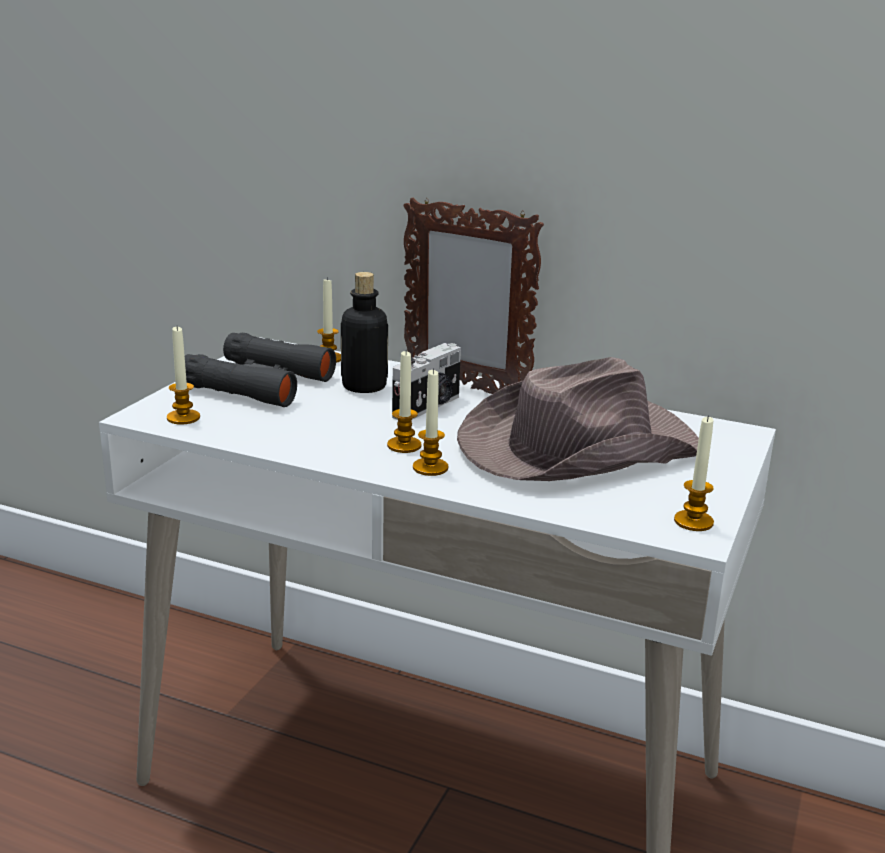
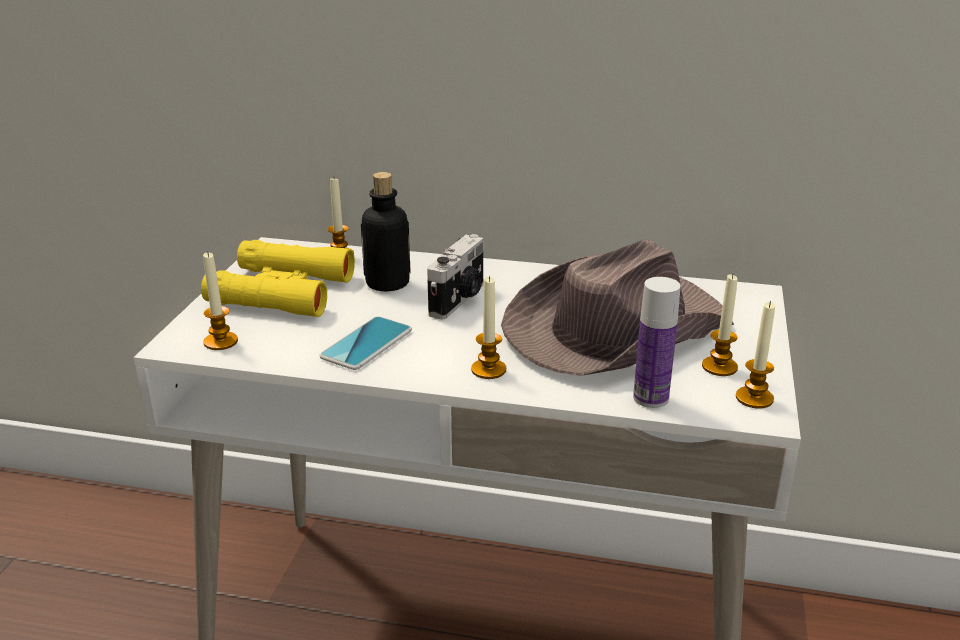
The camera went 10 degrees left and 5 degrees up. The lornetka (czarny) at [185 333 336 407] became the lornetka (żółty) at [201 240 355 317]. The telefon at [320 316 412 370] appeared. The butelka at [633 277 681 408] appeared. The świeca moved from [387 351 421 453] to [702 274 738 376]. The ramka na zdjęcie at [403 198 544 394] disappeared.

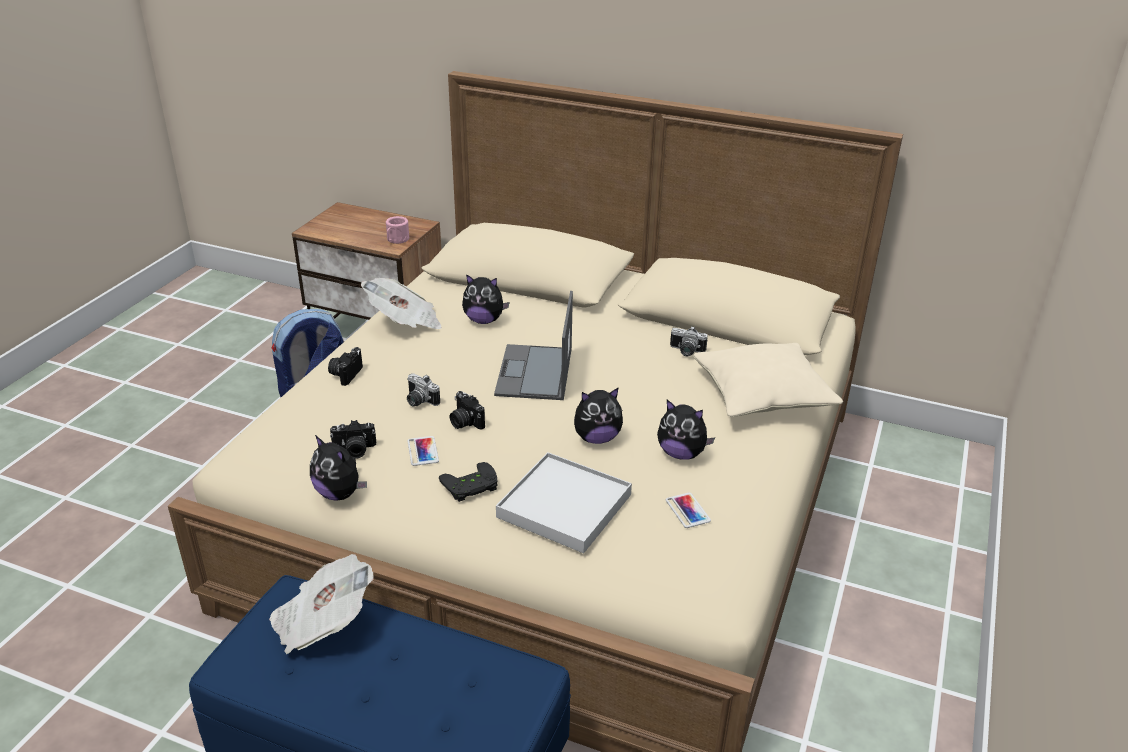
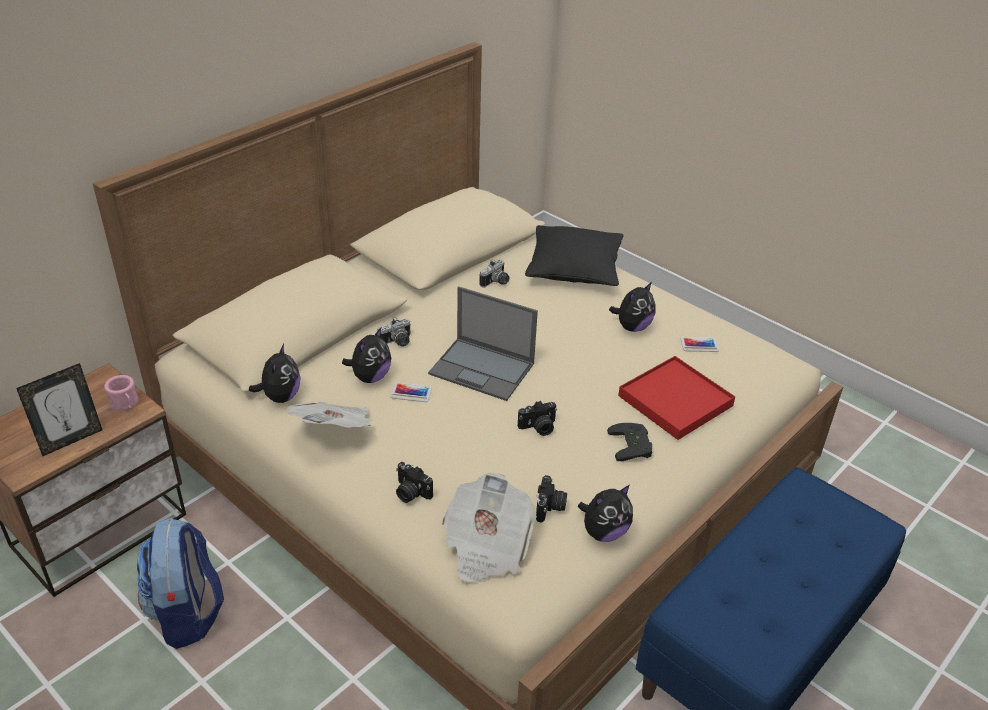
The camera went 70 degrees left and 5 degrees up. The ramka na zdjęcie at [16 363 102 456] appeared. The pluszak moved from [574 388 623 444] to [249 344 300 403]. The aparat fotograficzny moved from [407 373 440 406] to [377 317 410 347]. The telefon moved from [407 436 439 466] to [391 382 432 402]. The gazeta moved from [269 554 374 654] to [442 473 537 582]. The poduszka (beżowy) at [693 343 843 417] became the poduszka (czarny) at [525 225 624 286]. The taca (biały) at [496 452 632 553] became the taca (czerwony) at [618 356 735 440].

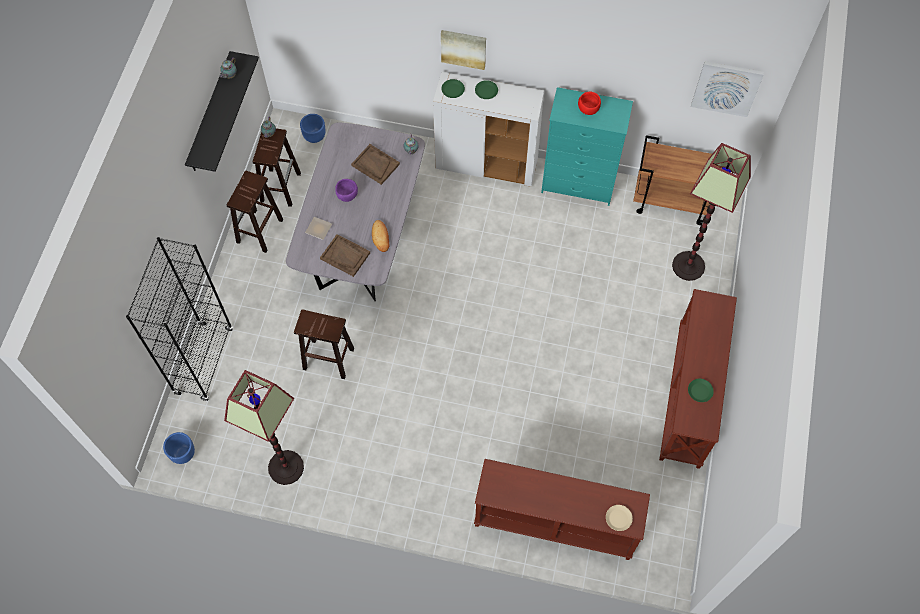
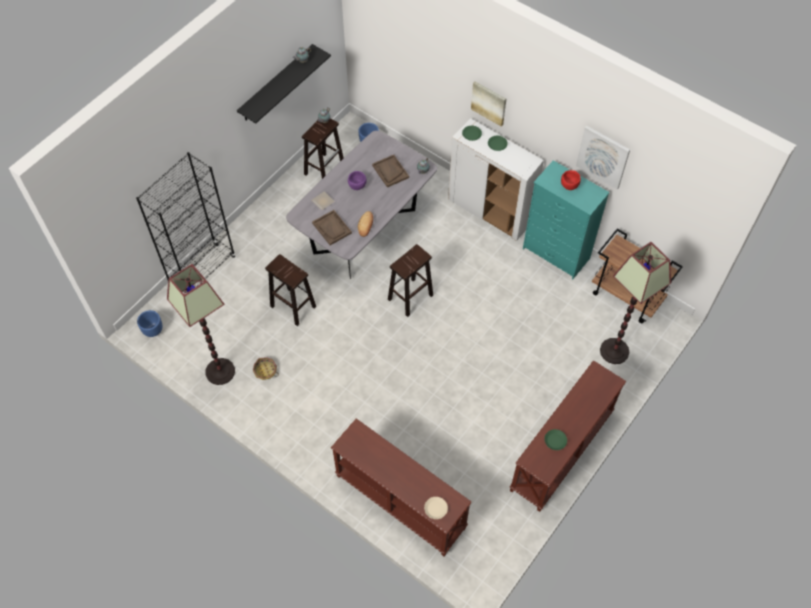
The camera went 25 degrees right and 5 degrees down. The koszyk at [253 357 279 380] appeared. The stołek (brązowy) moved from [227 171 283 253] to [388 244 433 317]. The obraz moved from [691 61 764 117] to [576 126 630 189].

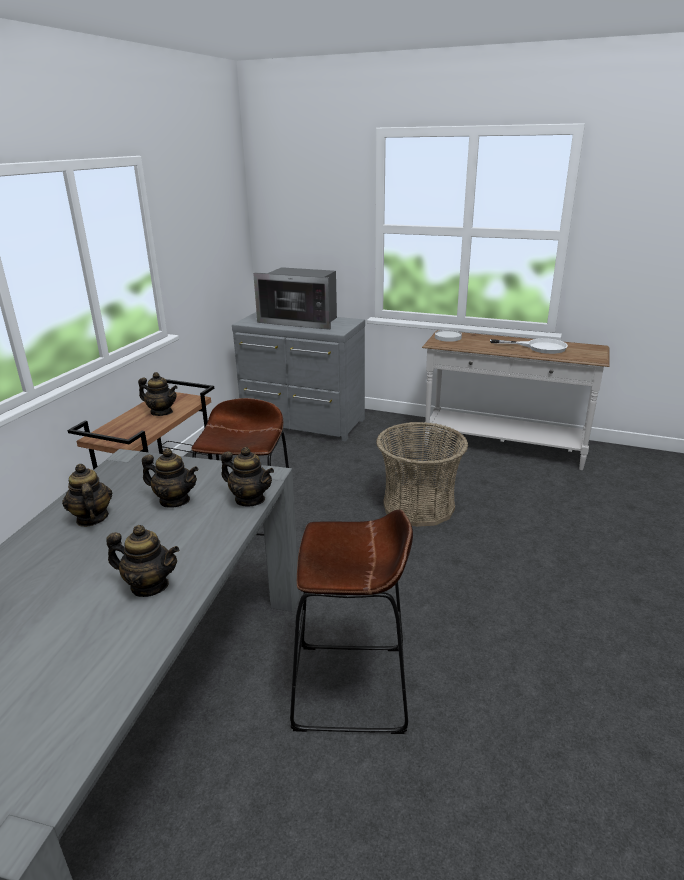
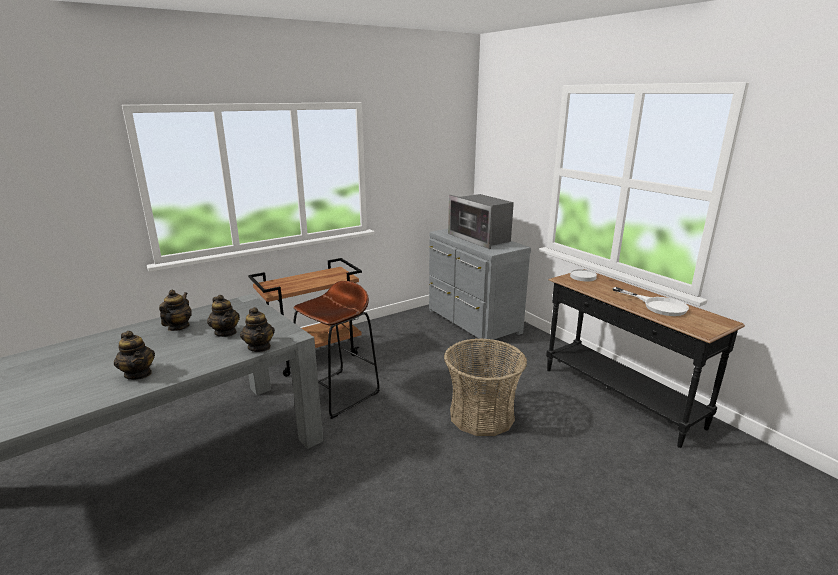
The camera went 35 degrees right and 5 degrees down. The stolik konsolowy (biały) at [422 330 609 470] became the stolik konsolowy (czarny) at [546 269 745 448]. The imbryk at [138 372 178 416] disappeared. The stołek (brązowy) at [290 509 413 734] disappeared.

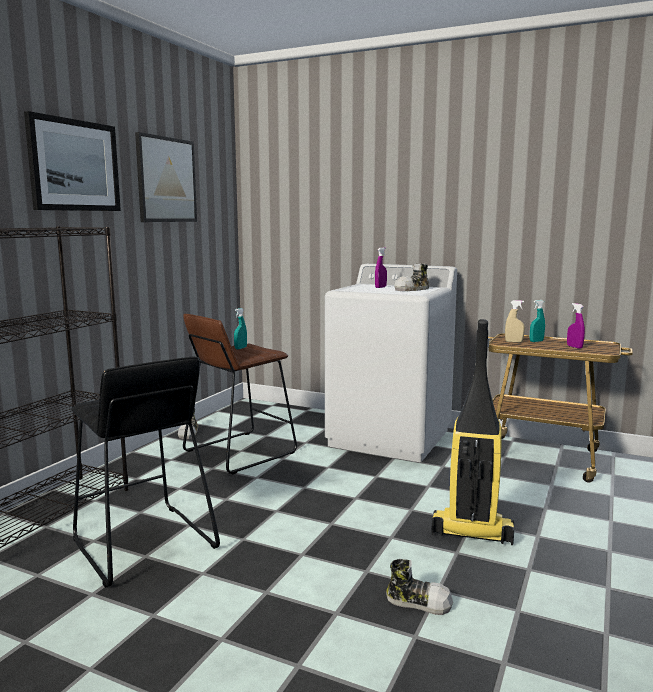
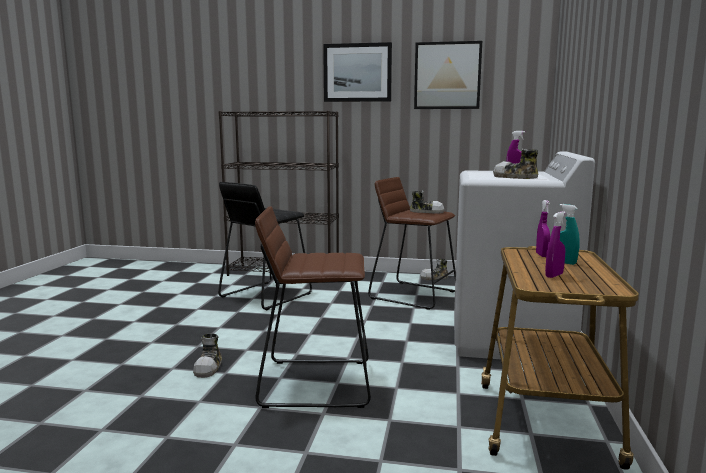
The camera went 75 degrees right and 0 degrees up. The odkurzacz at [431 319 514 545] was replaced by the stołek (brązowy) at [255 206 371 408]. The spryskiwacz (turkusowy) at [234 308 247 349] was replaced by the but at [410 191 444 214]. The spryskiwacz (beżowy) at [505 300 525 343] became the spryskiwacz (fioletowy) at [536 200 550 257].

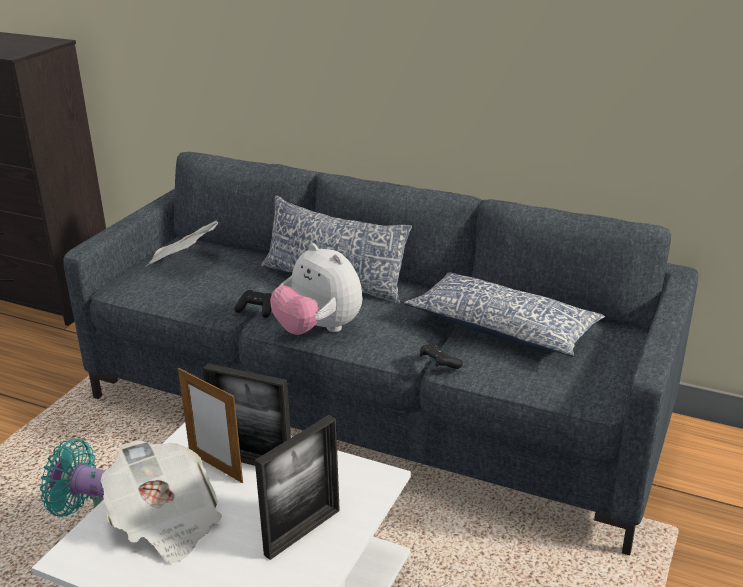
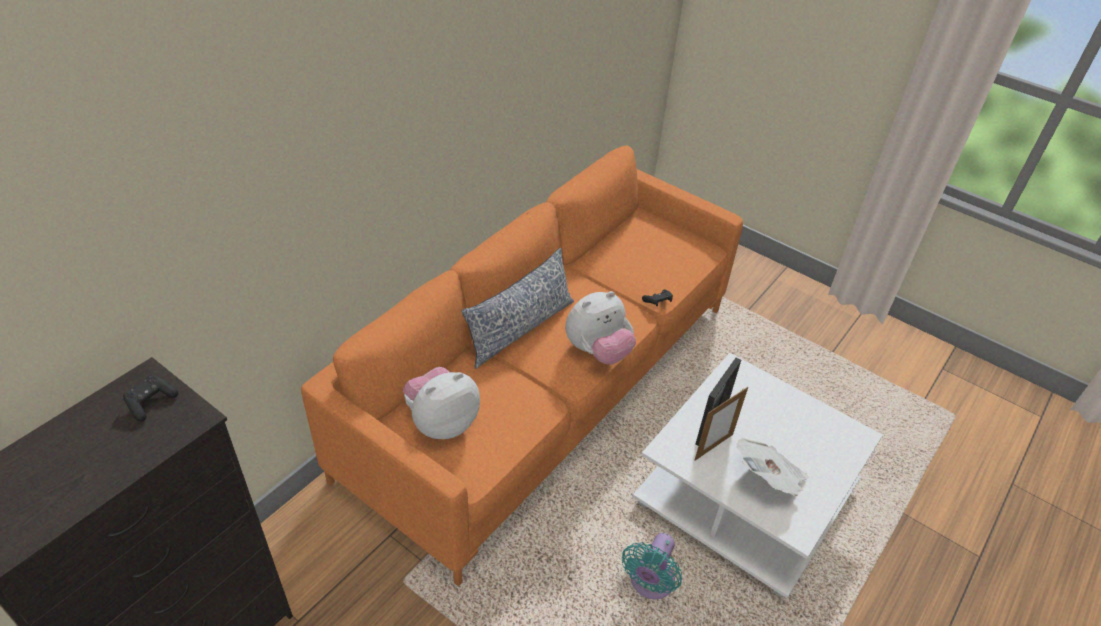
The camera went 80 degrees left and 15 degrees up. The pad do gier (czarny) moved from [234 290 272 318] to [123 375 178 422]. The kanapa (szary) at [63 152 698 555] became the kanapa (pomarańczowy) at [301 145 743 586]. The gazeta at [146 220 218 266] was replaced by the pluszak at [403 367 480 439]. The ramka na zdjęcie at [255 415 340 560] disappeared. The poduszka at [404 272 605 357] disappeared.

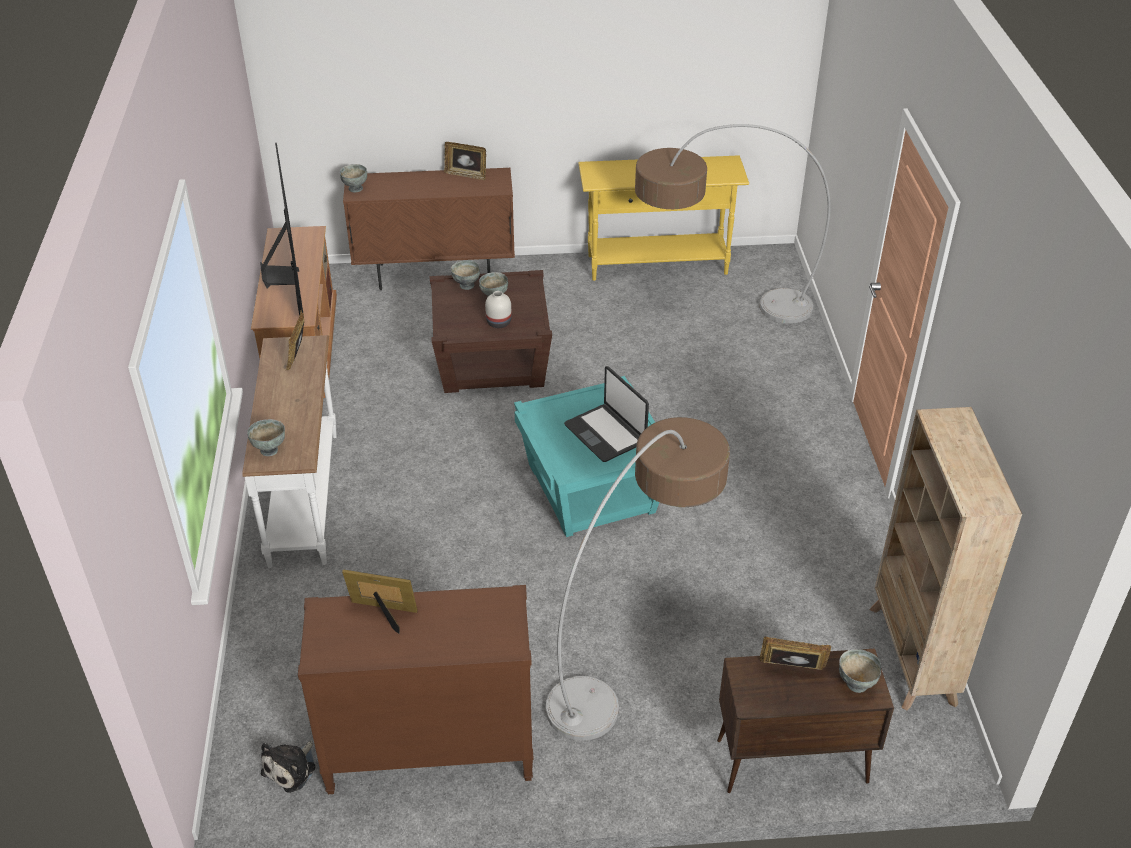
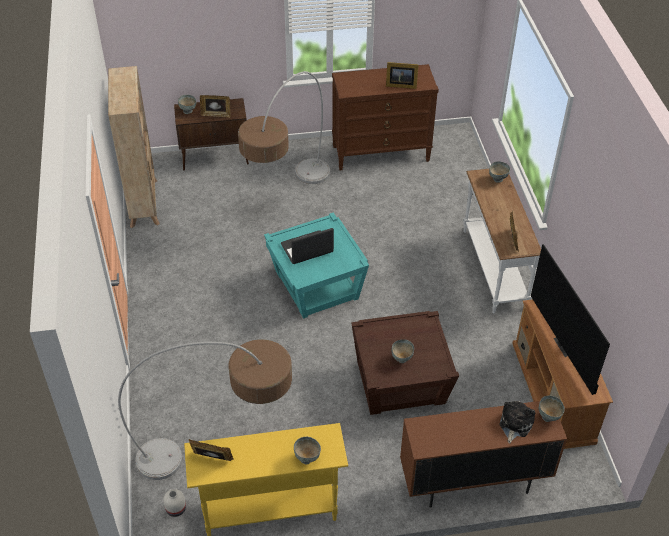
The camera went 175 degrees right and 5 degrees up. The wazon (biały) moved from [485 291 512 328] to [163 489 186 517]. The ramka na zdjęcie moved from [444 142 486 180] to [189 439 234 461]. The laptop at [564 366 649 462] turned 75 degrees counterclockwise. The miska (szary) moved from [451 260 480 290] to [294 437 321 464]. The pluszak moved from [261 740 316 793] to [500 401 535 443].

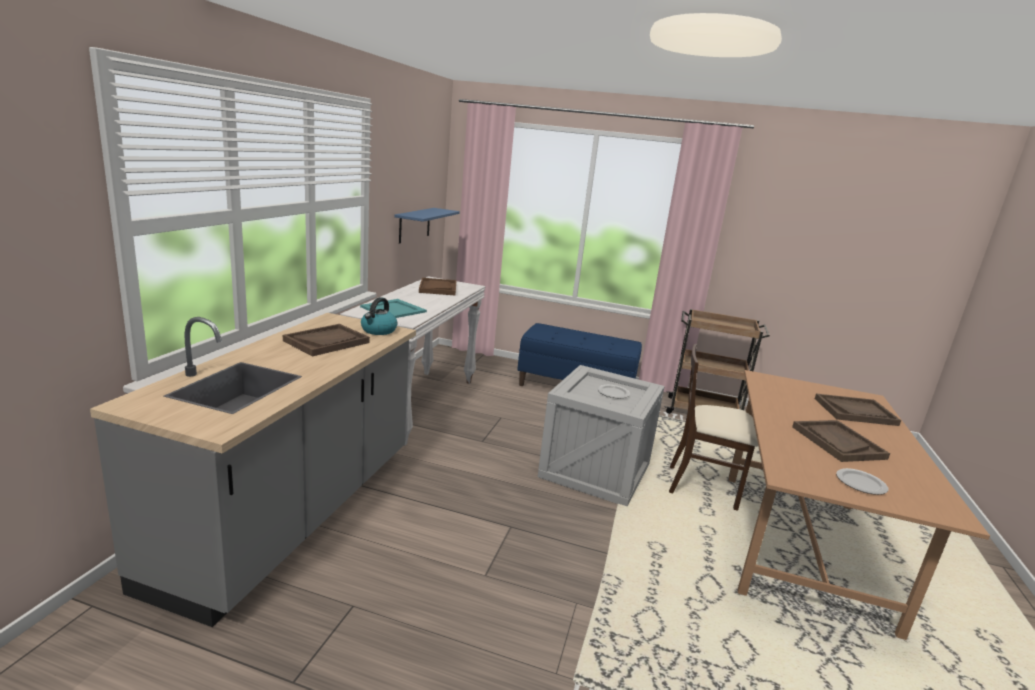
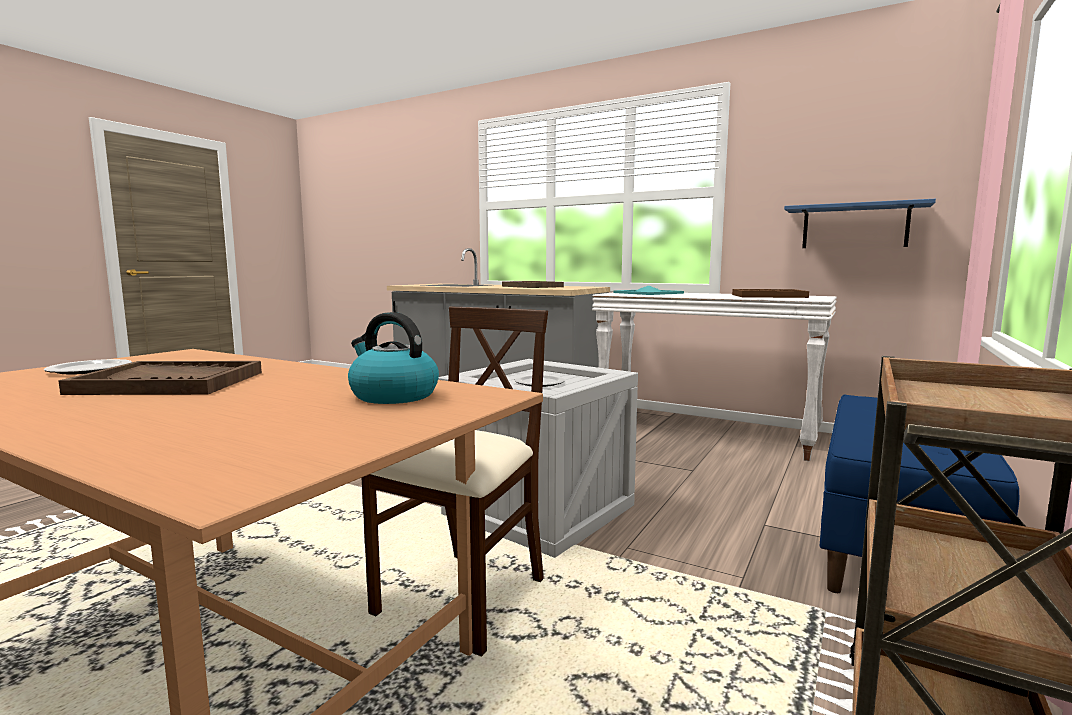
The camera went 105 degrees right and 10 degrees down. The czajnik moved from [361 297 397 335] to [348 312 439 404]. The taca (brązowy) at [815 394 901 426] disappeared.

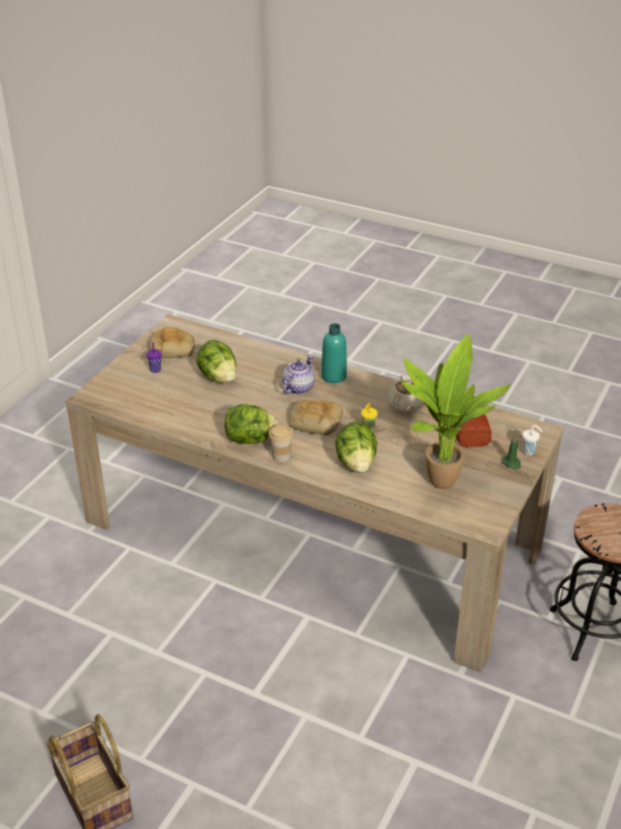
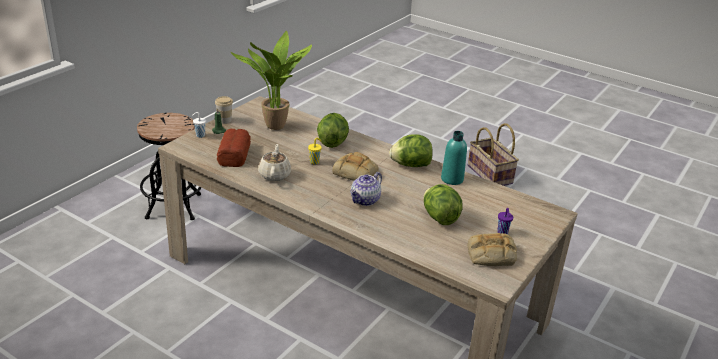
The camera went 175 degrees left and 5 degrees down. The filiżanka moved from [269 425 293 462] to [215 96 233 124]. The butelka (turkusowy) moved from [321 323 347 383] to [441 131 467 185].

